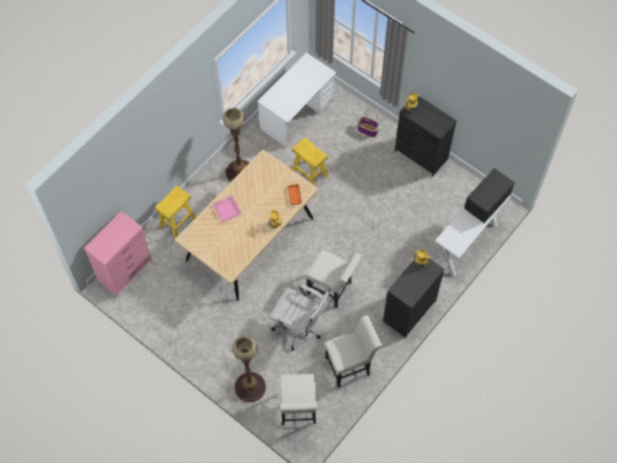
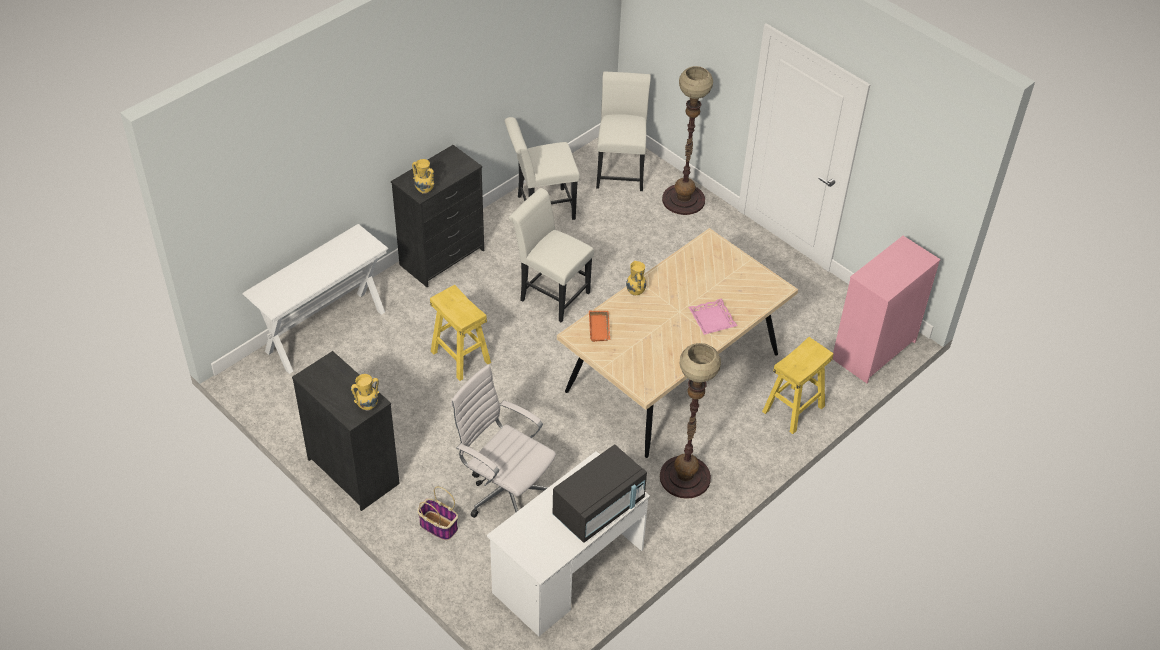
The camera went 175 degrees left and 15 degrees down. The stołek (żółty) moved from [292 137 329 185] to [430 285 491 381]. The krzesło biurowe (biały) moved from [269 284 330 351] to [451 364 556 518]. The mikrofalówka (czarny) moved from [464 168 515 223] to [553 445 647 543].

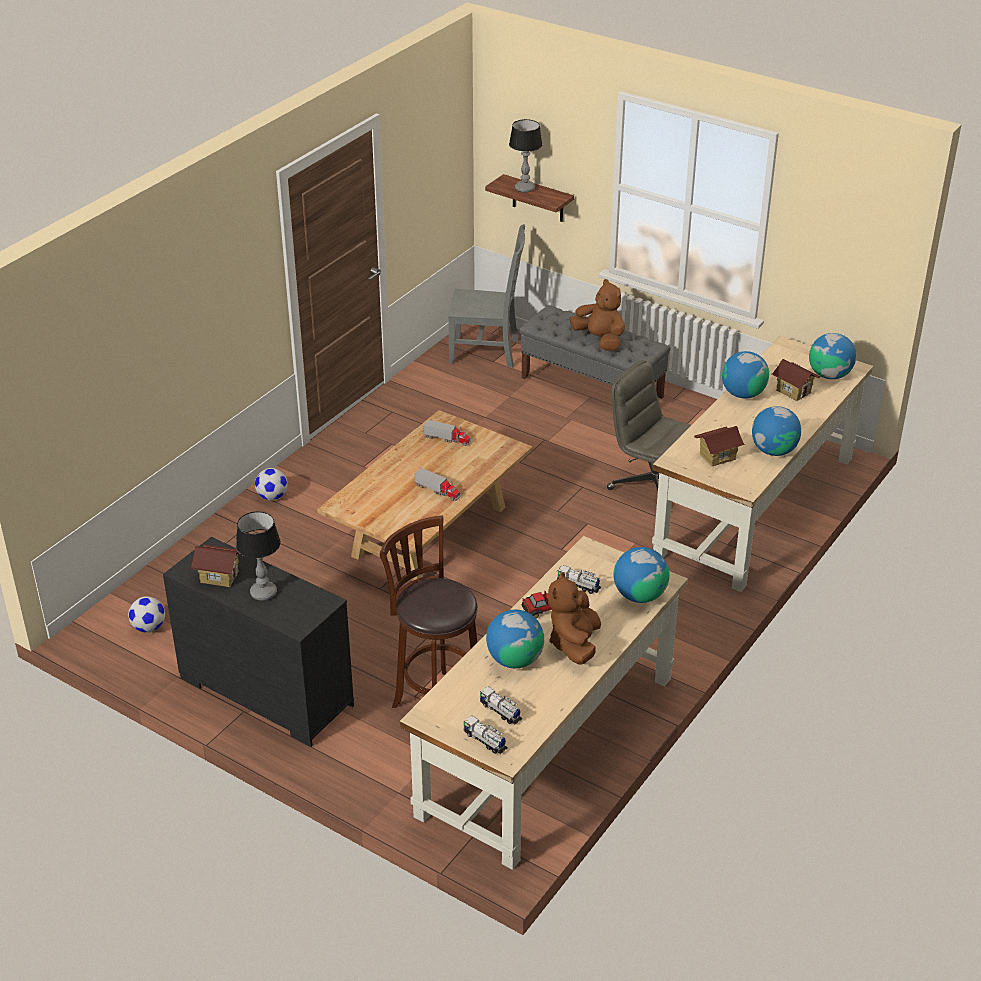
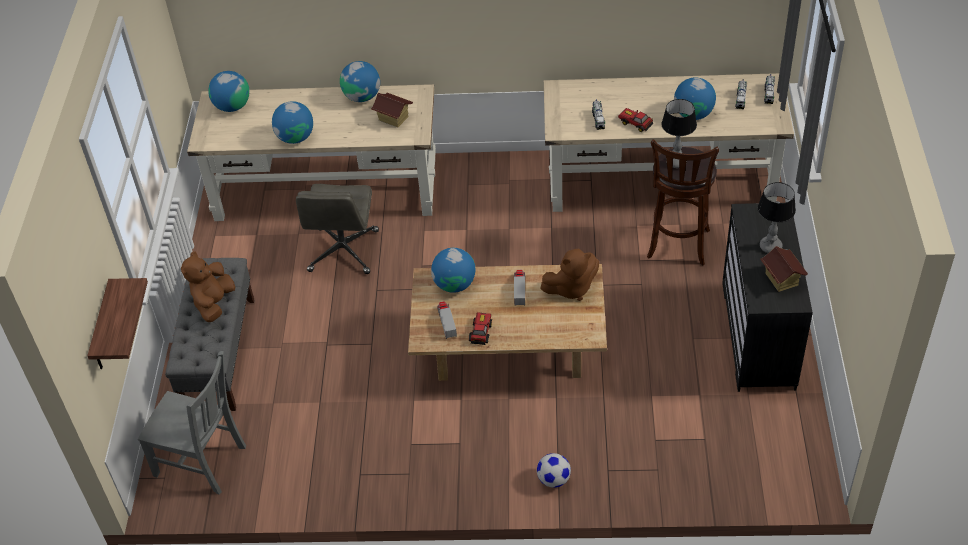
The camera went 120 degrees left and 10 degrees up. The krzesło (szary) at [448 224 525 368] turned 135 degrees clockwise. The globus moved from [614 547 670 603] to [431 248 475 293]. The samochodzik at [469 312 492 345] appeared. The pluszak (brązowy) moved from [548 572 601 665] to [540 248 599 301]. The lampa stołowa moved from [509 119 543 193] to [661 99 697 168]. The piłka futbolowa at [128 596 165 633] disappeared. The domek at [772 359 820 401] disappeared.

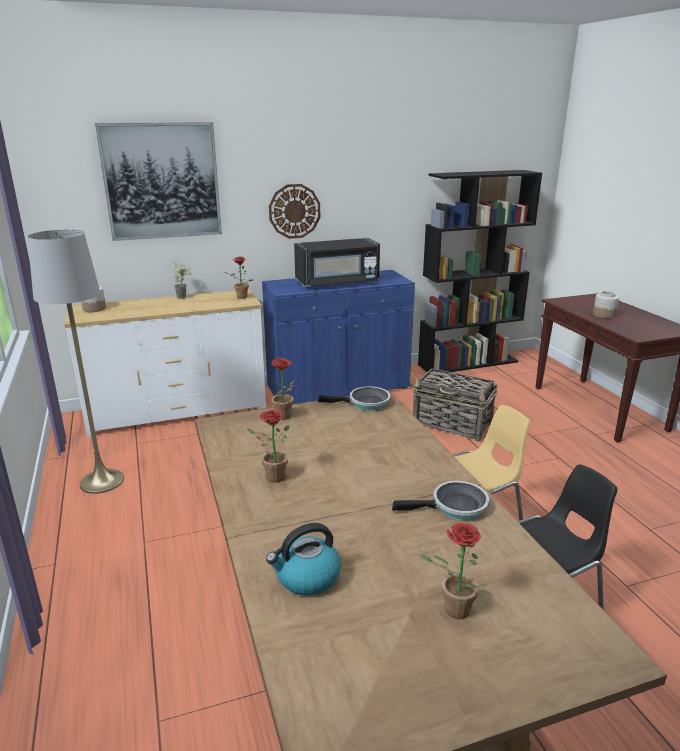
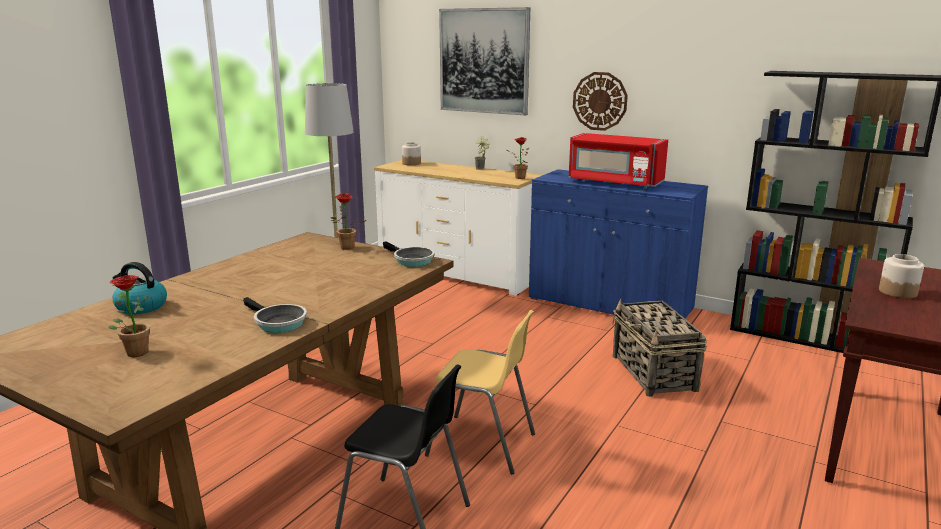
The camera went 50 degrees right and 5 degrees down. The mikrofalówka (czarny) at [294 238 380 288] became the mikrofalówka (czerwony) at [569 133 668 189]. The roślina doniczkowa at [247 410 289 483] disappeared.

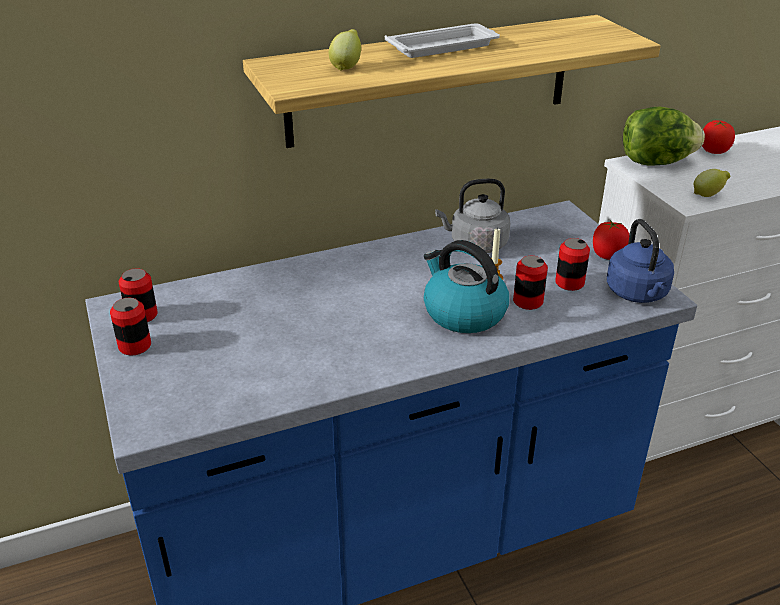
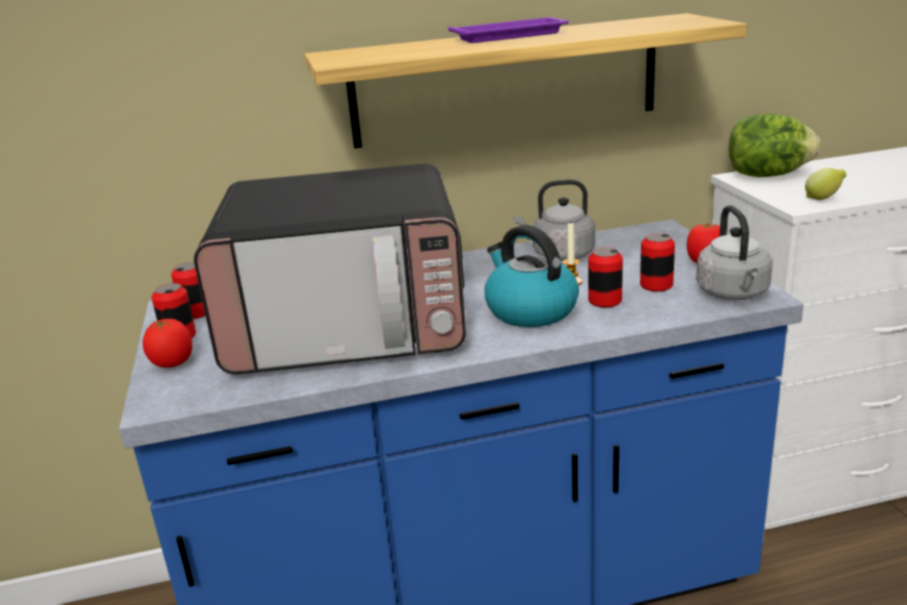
The camera went 10 degrees right and 10 degrees down. The pomidor moved from [702 120 735 154] to [143 319 192 367]. The mikrofalówka at [194 164 466 375] appeared. The taca (biały) at [385 23 500 58] became the taca (fioletowy) at [448 17 569 43]. The czajnik (niebieski) at [607 219 674 303] became the czajnik (szary) at [696 205 773 300]. The cytryna at [329 29 361 71] disappeared.

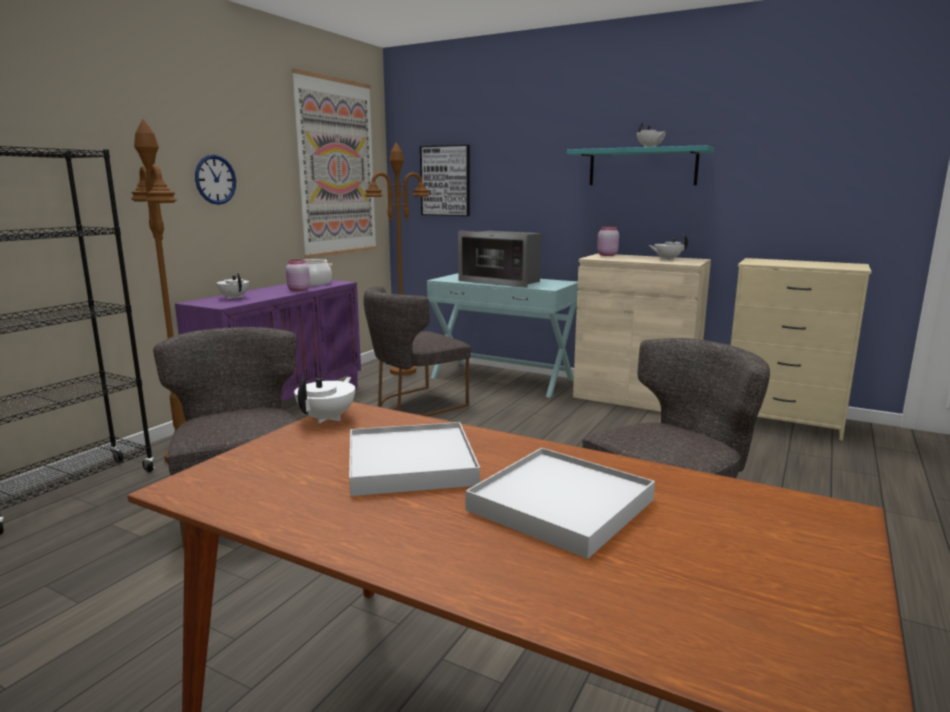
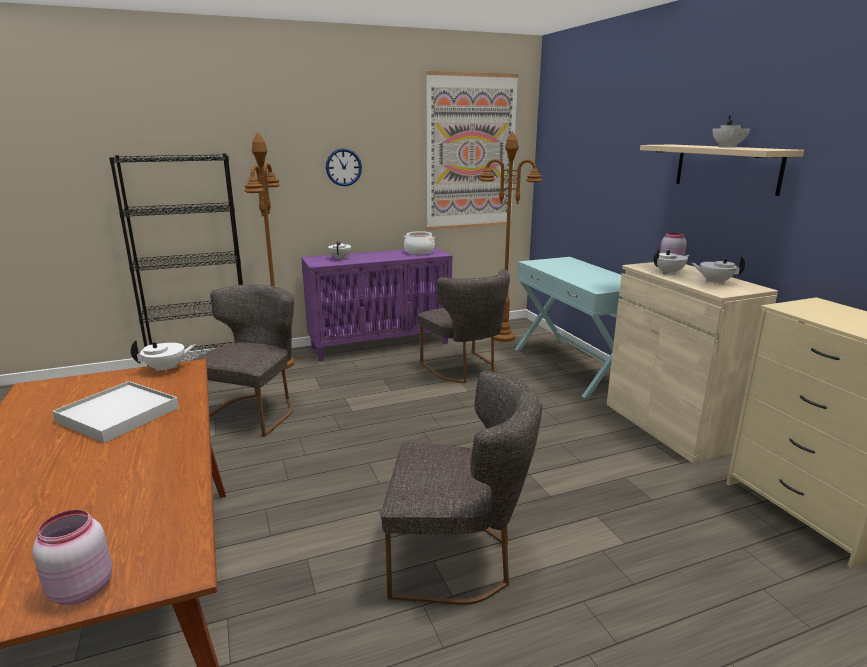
The camera went 40 degrees right and 5 degrees up. The słoik (różowy) moved from [286 259 310 291] to [32 510 112 605]. The krzesło (szary) at [364 286 471 416] turned 120 degrees counterclockwise. The półka (turkusowy) at [567 145 714 185] became the półka (beżowy) at [640 145 804 196]. The imbryk (biały) at [654 247 689 275] appeared. The obraz at [420 145 470 216] disappeared. The mikrofalówka at [458 231 541 288] disappeared. The taca (biały) at [465 448 655 559] disappeared.

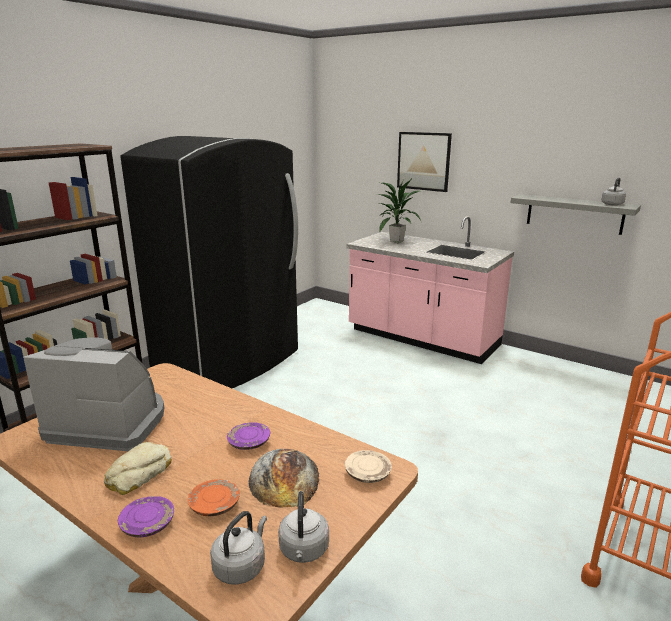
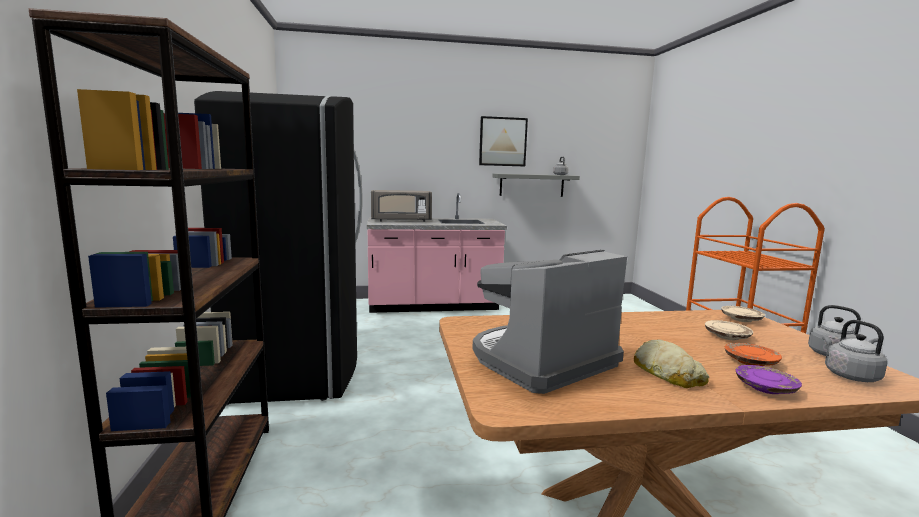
The camera went 45 degrees left and 10 degrees down. The roślina doniczkowa at [377 178 422 243] was replaced by the mikrofalówka (szary) at [371 190 432 222]. The obraz moved from [397 132 452 192] to [479 116 528 166]. The chleb at [248 449 319 508] was replaced by the talerz (beżowy) at [705 320 753 340]. The talerz (fioletowy) at [227 422 270 450] disappeared.

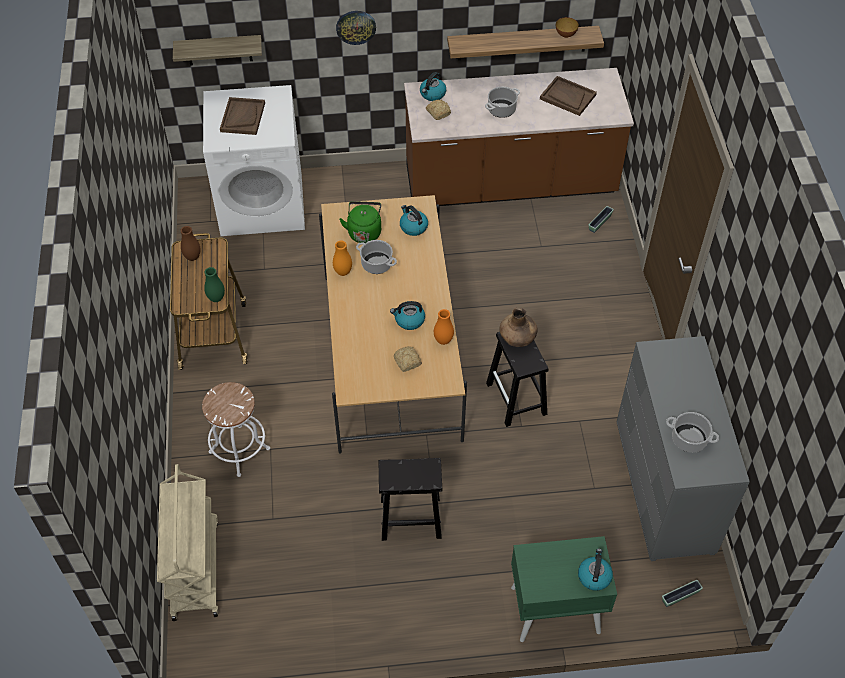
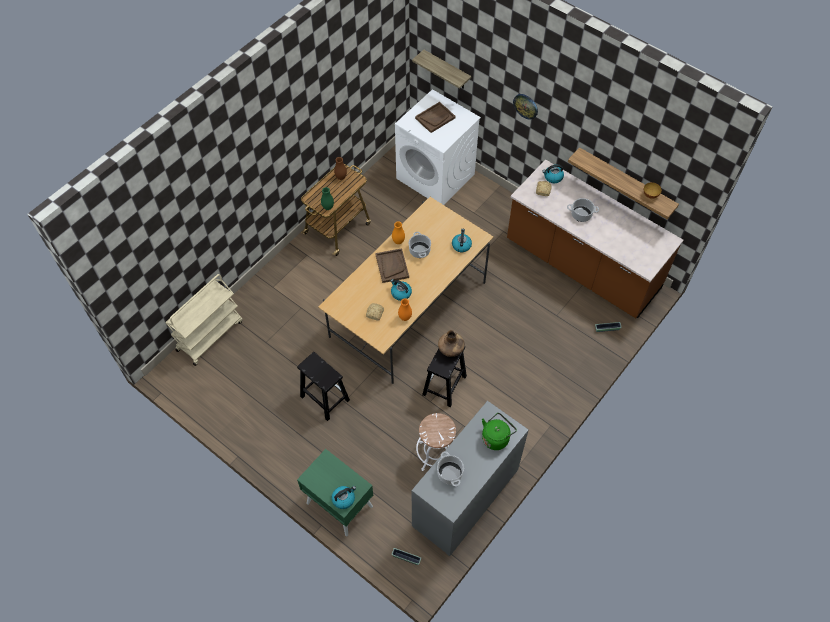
The camera went 45 degrees right and 5 degrees up. The taca (brązowy) moved from [540 76 597 116] to [375 248 409 283]. The stołek (biały) moved from [202 382 270 477] to [416 413 456 471]. The czajnik (zielony) moved from [339 201 381 243] to [482 413 517 450].

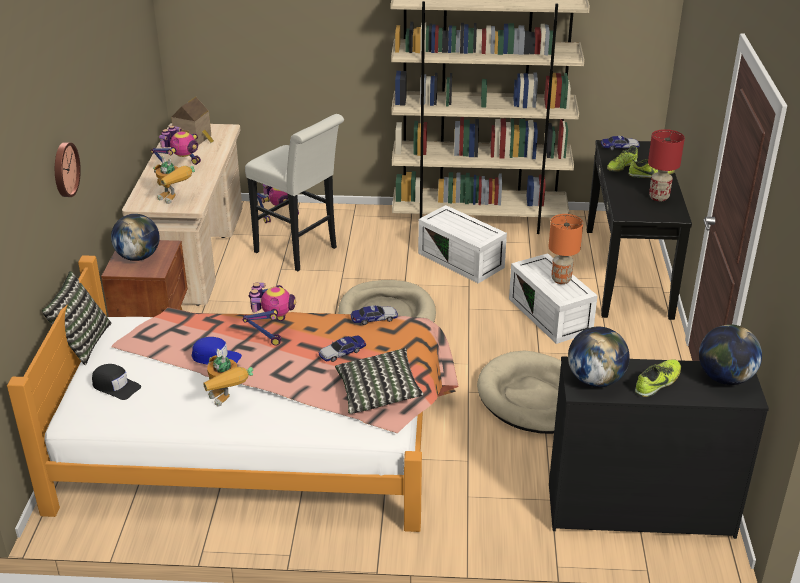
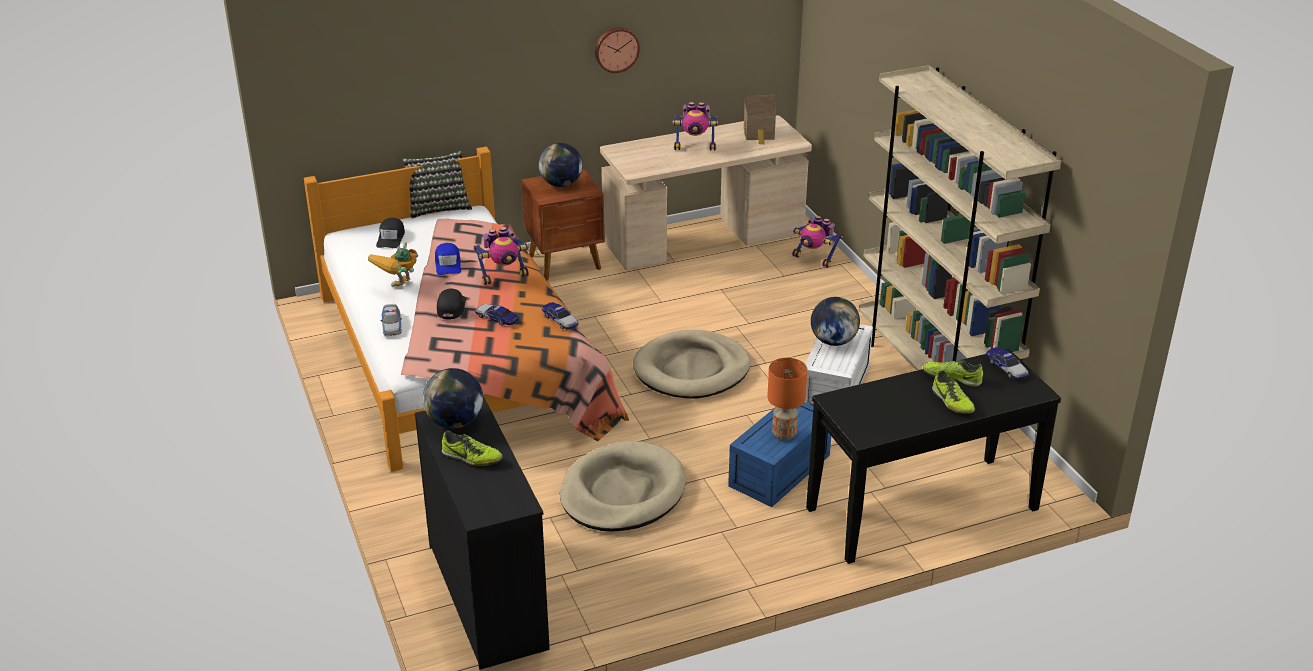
The camera went 65 degrees right and 0 degrees up. The samochodzik at [380 304 402 336] appeared. The czapka z daszkiem (czarny) at [437 288 466 320] appeared. The zegar ścienny moved from [55 142 81 197] to [595 27 640 73]. The pojemnik do przechowywania (biały) at [509 253 598 344] became the pojemnik do przechowywania (niebieski) at [728 402 831 507]. The globus moved from [699 324 762 385] to [811 297 860 346]. The robot zabawkowy at [153 156 195 204] disappeared. The stołek (biały) at [245 114 344 271] disappeared. The poduszka at [335 348 423 414] disappeared. The lampa stołowa (czerwony) at [648 129 685 201] disappeared.

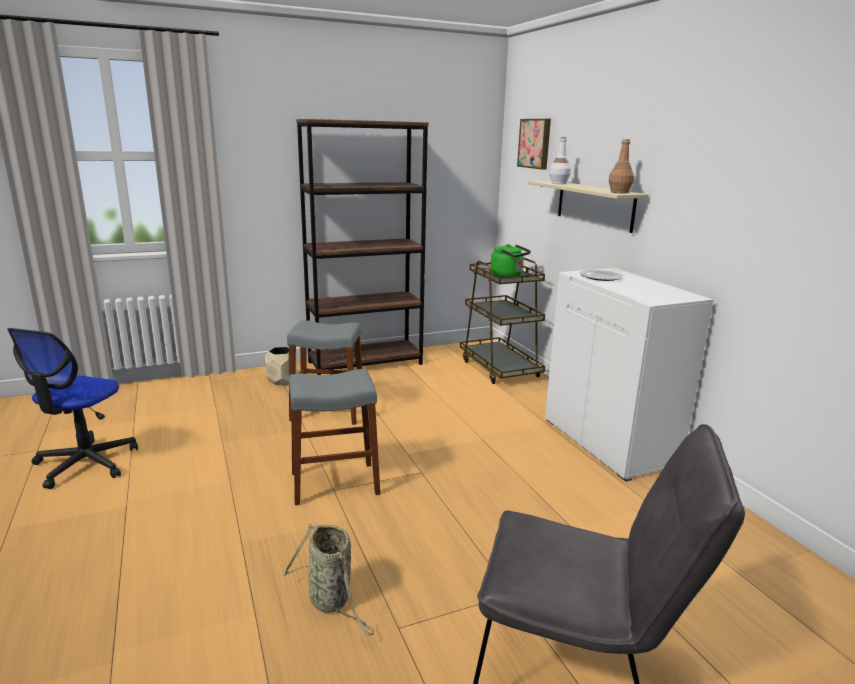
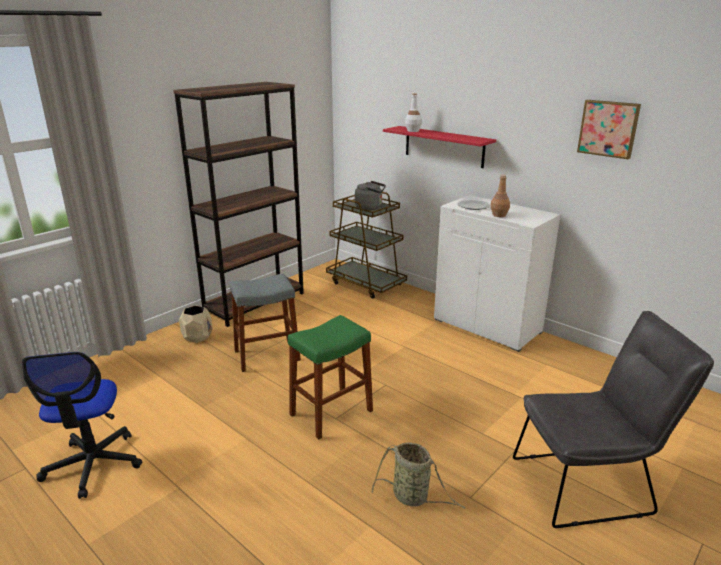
The camera went 25 degrees left and 5 degrees up. The stołek (szary) at [289 369 380 505] became the stołek (zielony) at [288 315 373 439]. The czajnik (zielony) at [491 244 531 277] became the czajnik (szary) at [355 181 386 210]. The półka (beżowy) at [528 181 648 233] became the półka (czerwony) at [383 126 496 168]. The butelka (brązowy) moved from [609 139 634 193] to [490 175 510 217]. The obraz moved from [517 119 551 169] to [577 100 641 159].

